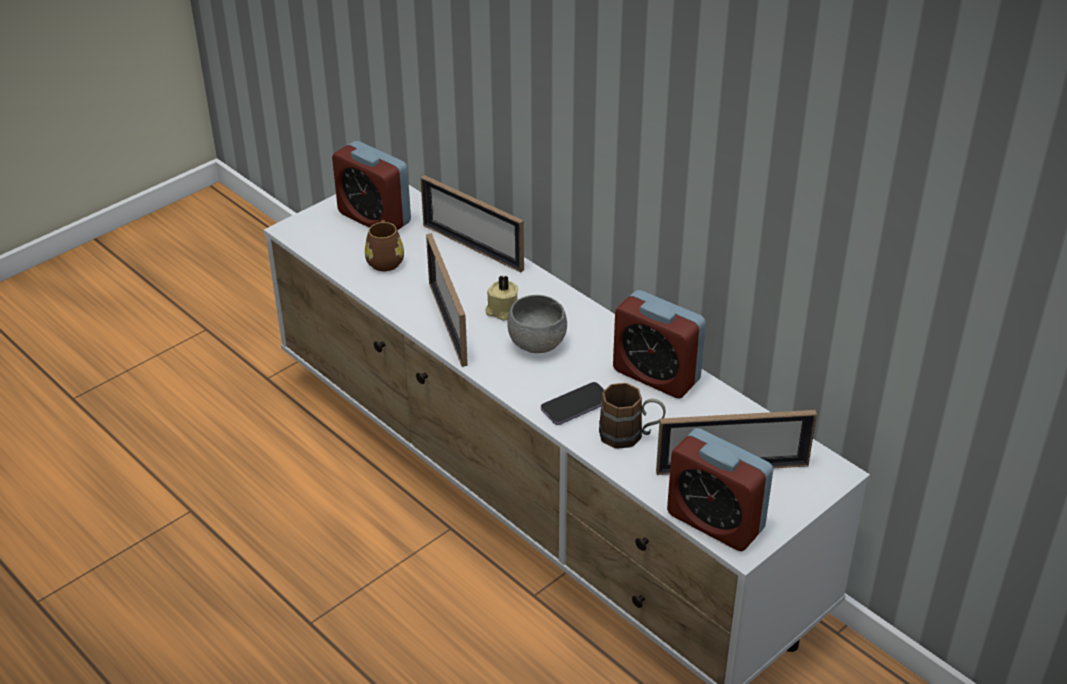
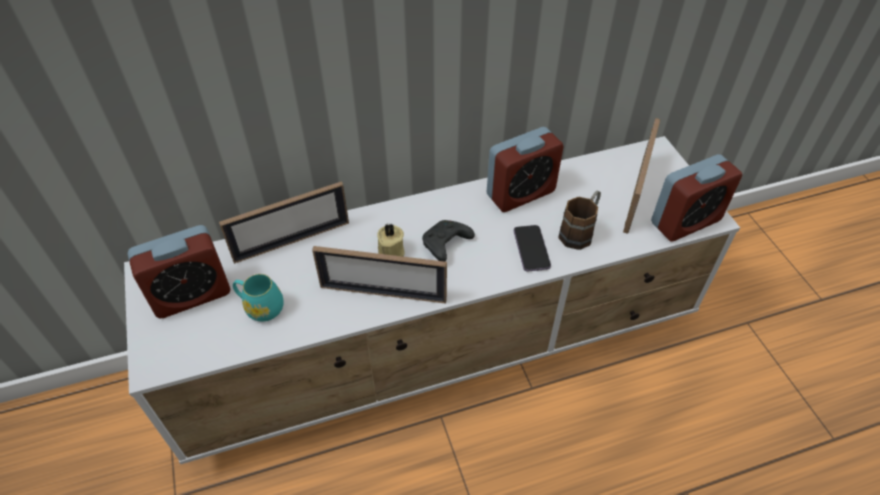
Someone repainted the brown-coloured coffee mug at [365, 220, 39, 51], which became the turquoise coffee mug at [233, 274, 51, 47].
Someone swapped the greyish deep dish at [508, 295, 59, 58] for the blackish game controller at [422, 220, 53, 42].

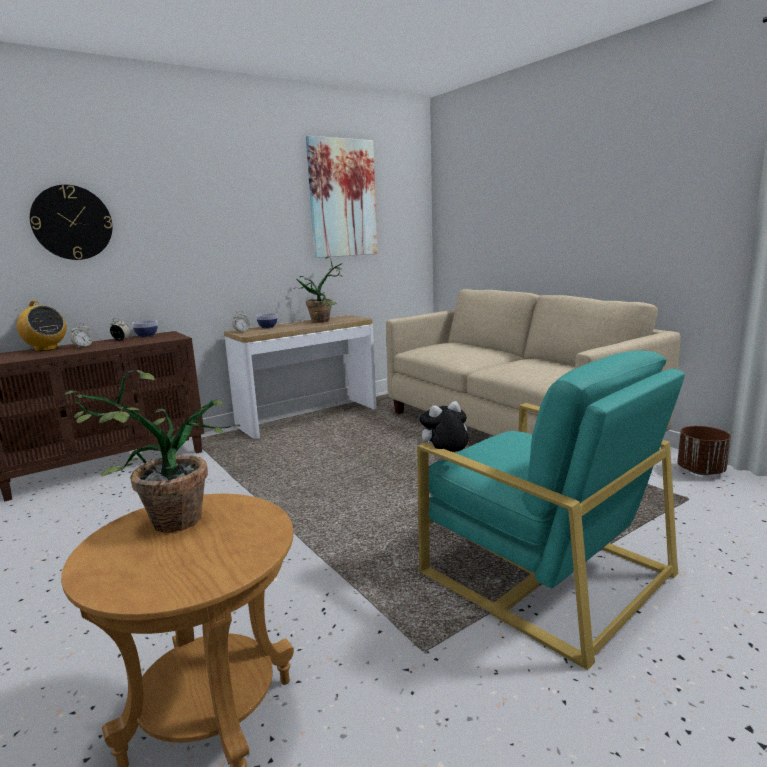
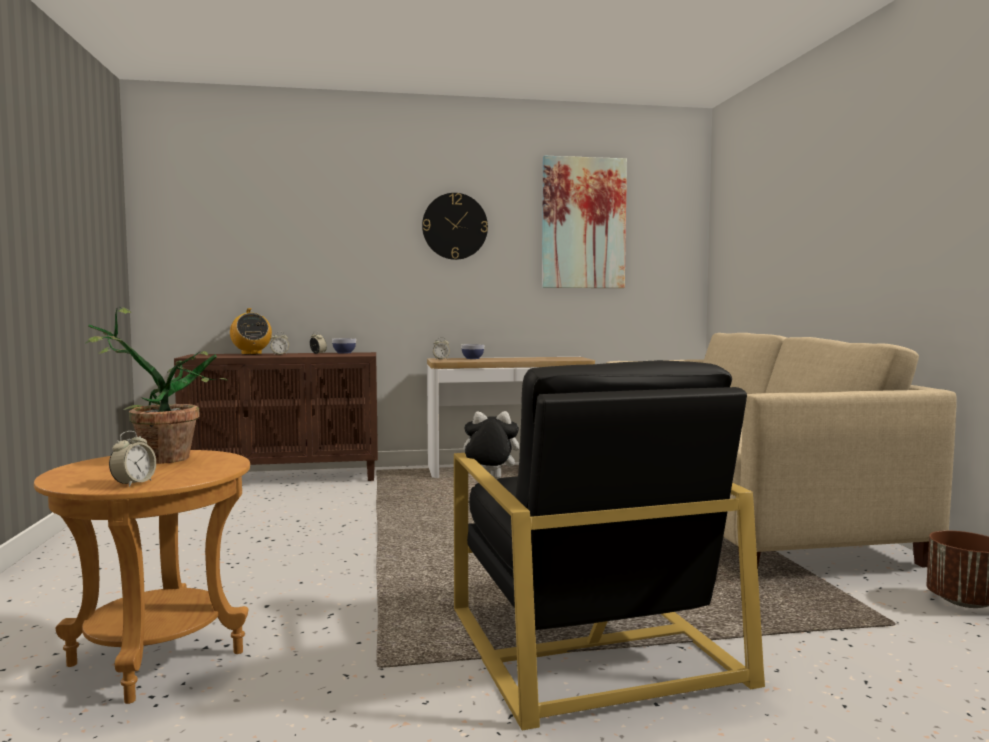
Someone put down the bedside clock at [109, 431, 47, 56].
Someone carried the wall clock from [30, 185, 82, 75] to [422, 193, 66, 67].
Someone repainted the turquoise lounge chair at [417, 351, 268, 319], which became the blackish lounge chair at [454, 360, 311, 370].
Someone took away the plant in a pot at [293, 256, 50, 67].

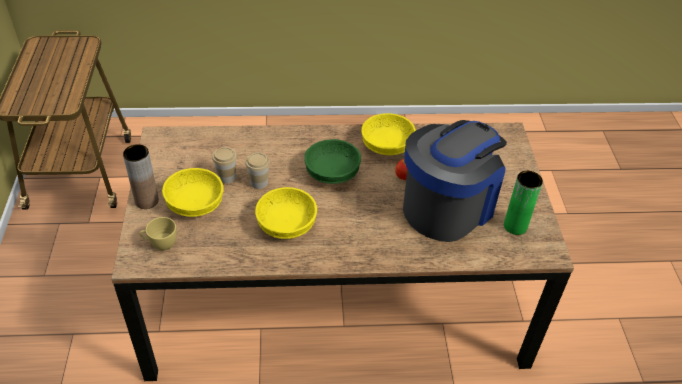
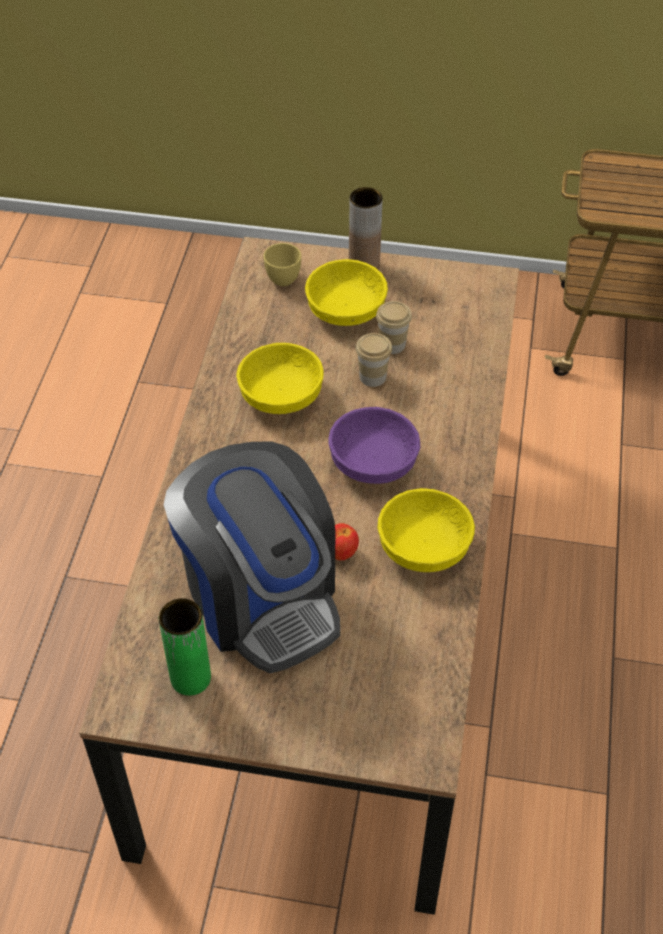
Someone repainted the greenish deep dish at [304, 139, 57, 45], which became the purple deep dish at [328, 407, 92, 77].

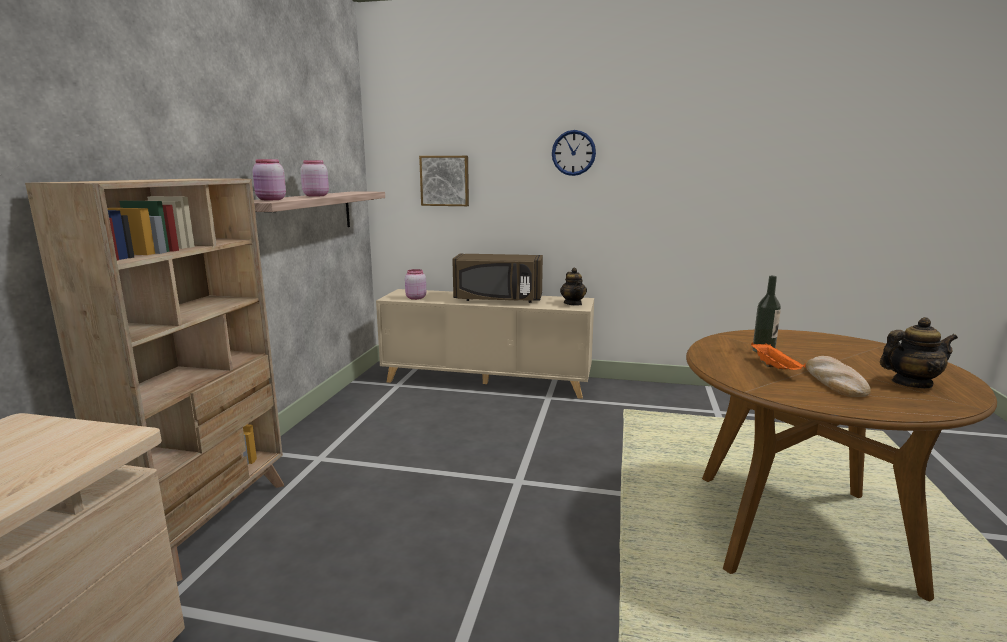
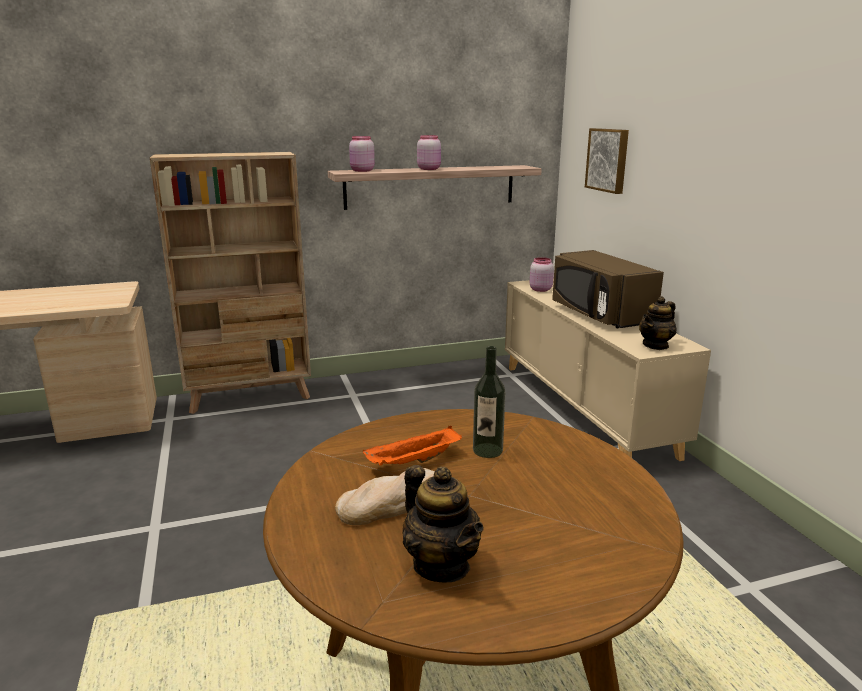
Someone took away the wall clock at [552, 130, 44, 46].

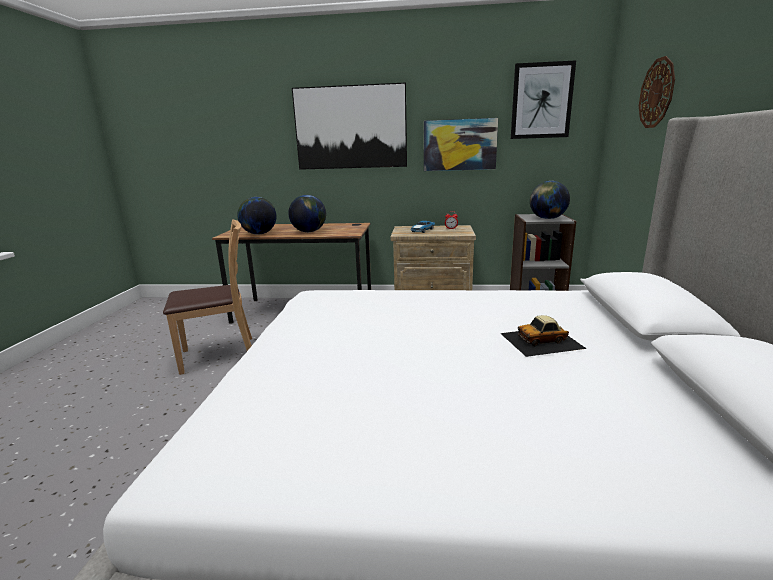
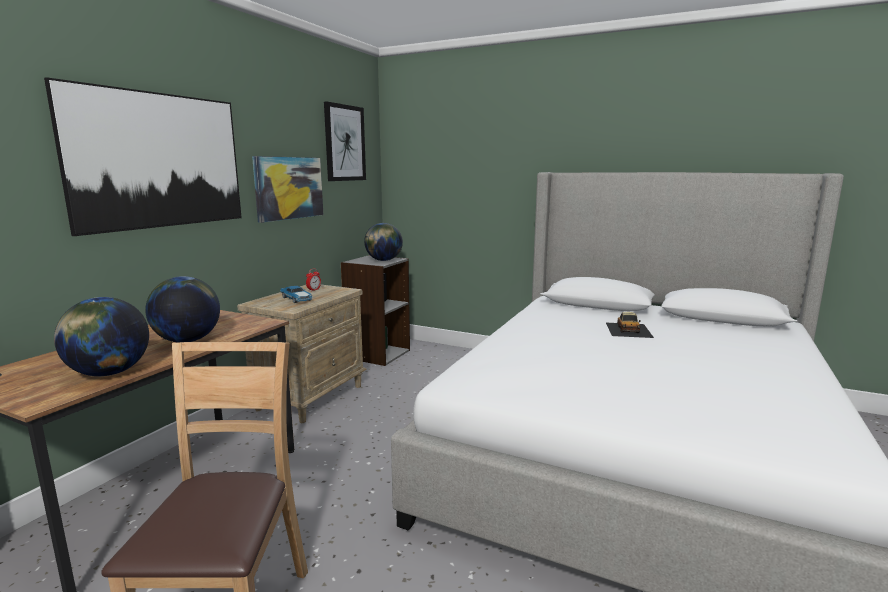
Someone took away the wall clock at [639, 56, 36, 72].

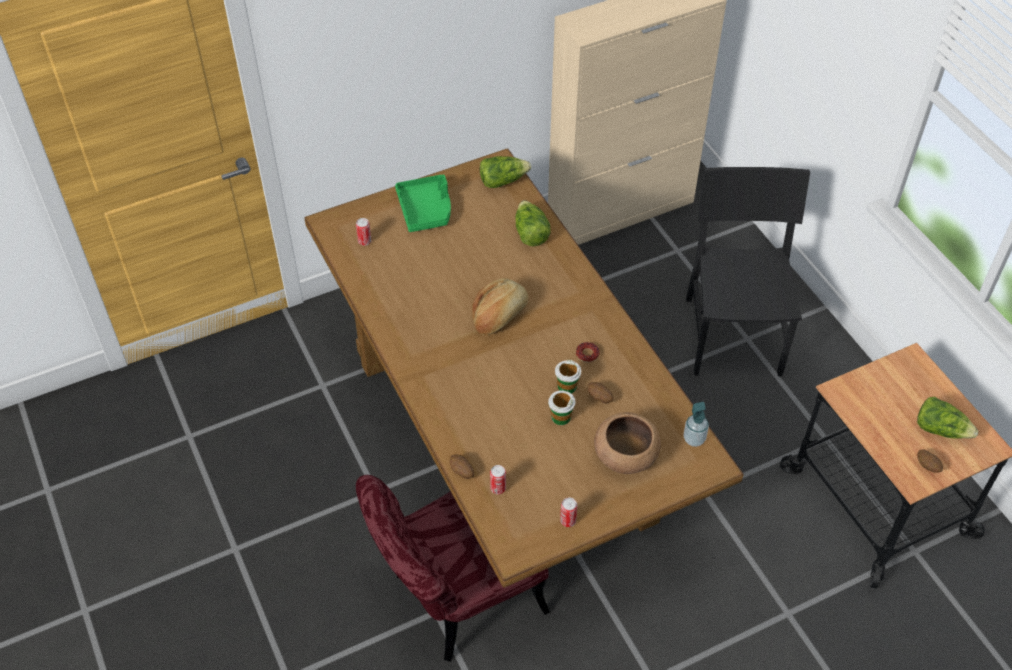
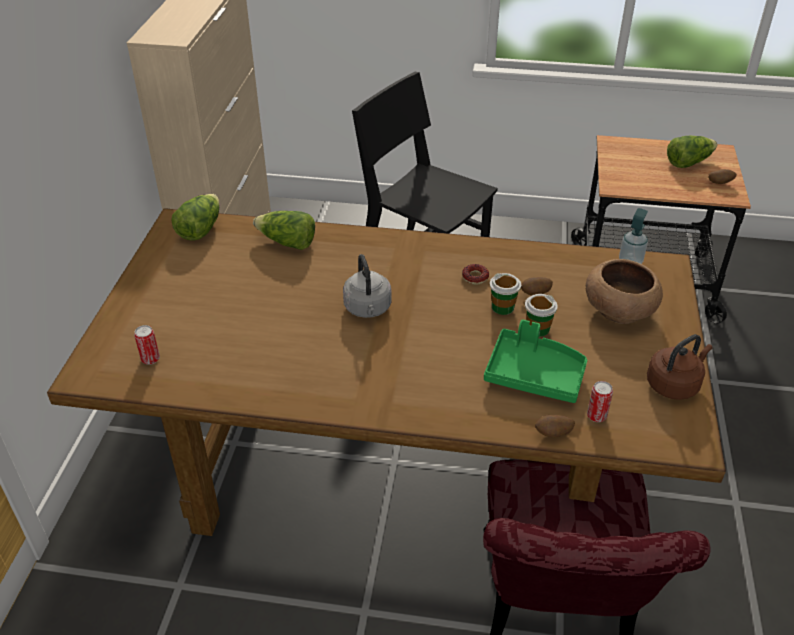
Someone swapped the bakery bread at [472, 278, 56, 57] for the greyish kettle at [343, 254, 49, 64].
Someone carried the greenish serving tray from [395, 175, 56, 57] to [484, 320, 103, 83].
Someone swapped the metal can at [560, 497, 17, 30] for the brown-coloured kettle at [647, 334, 66, 66].

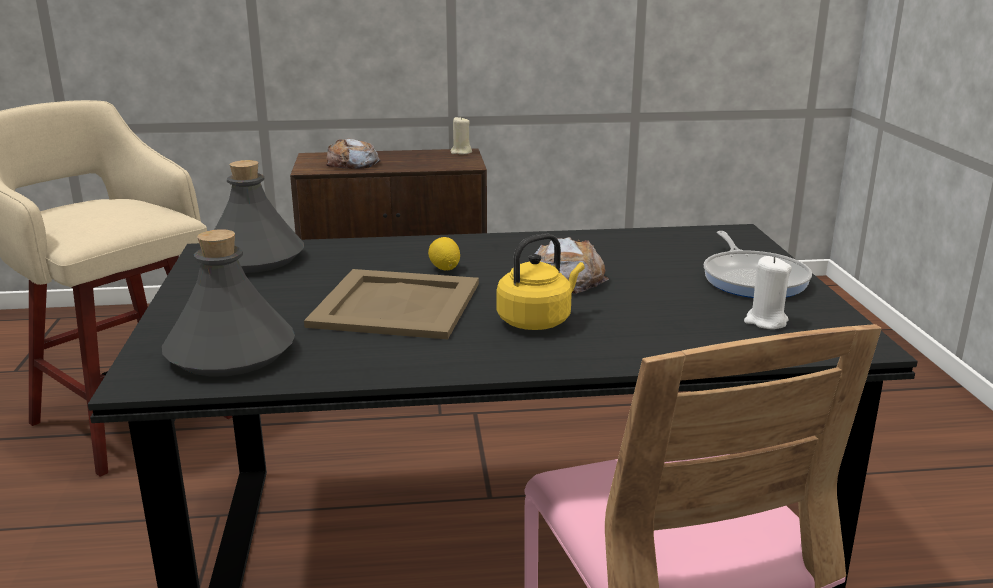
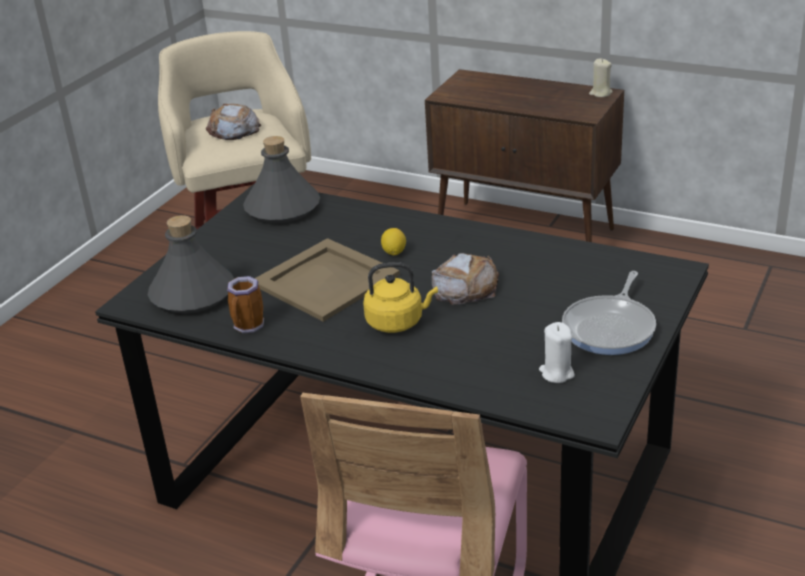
Someone carried the bakery bread from [326, 138, 55, 31] to [206, 103, 55, 37].
Someone put down the coffee mug at [227, 276, 37, 57].

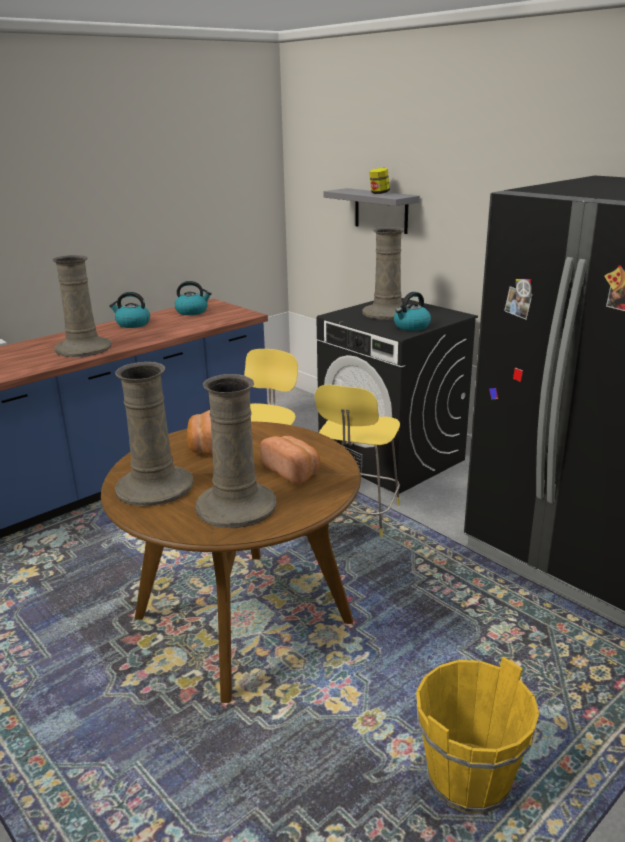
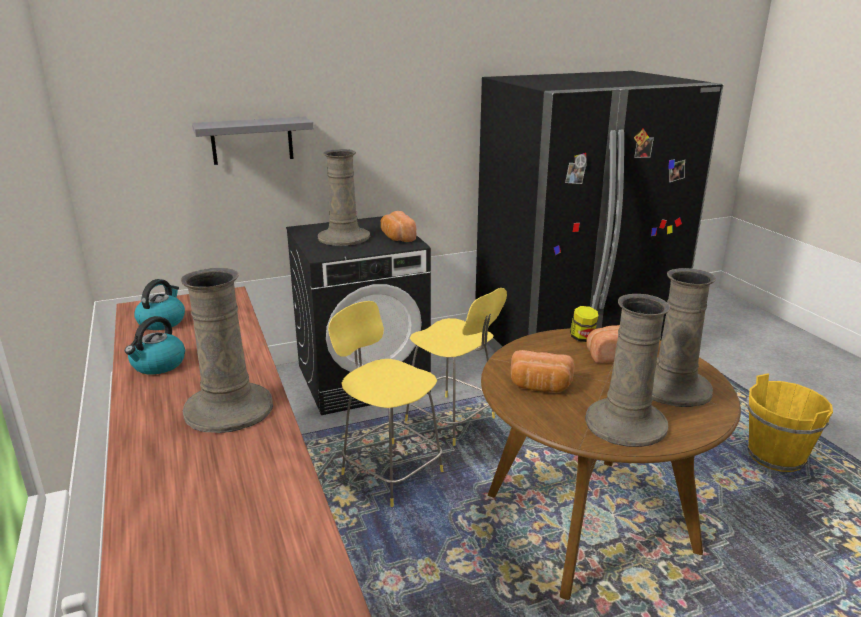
Someone swapped the kettle at [394, 292, 37, 39] for the bakery bread at [381, 211, 35, 31].
Someone carried the jar from [369, 168, 21, 26] to [570, 306, 29, 36].

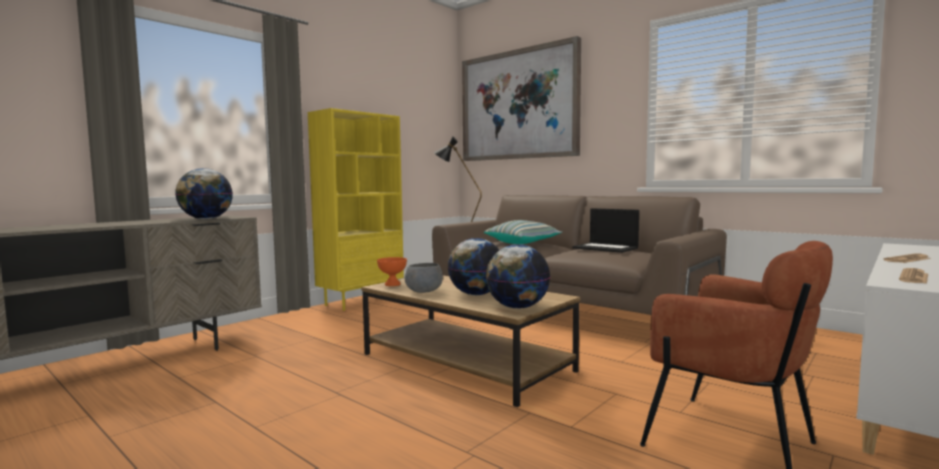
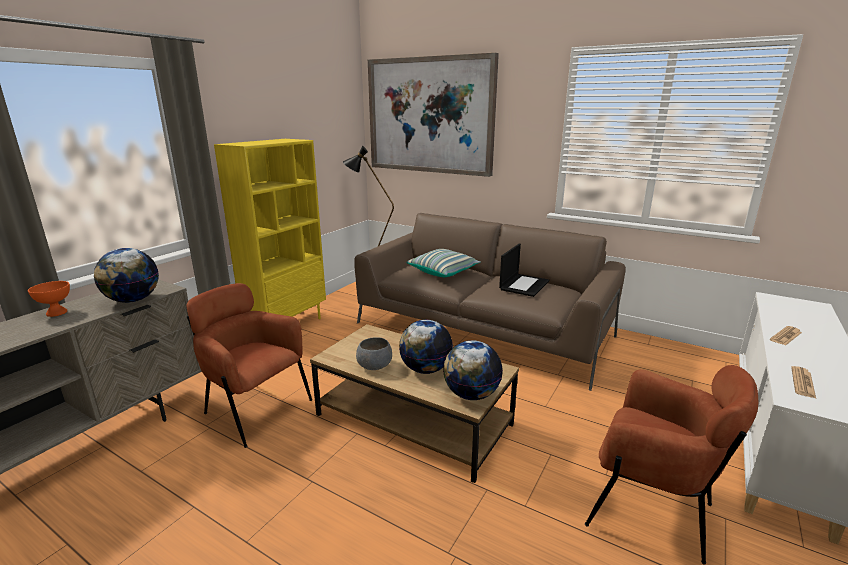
Someone carried the orange-coloured deep dish from [377, 257, 30, 29] to [28, 281, 42, 36].
Someone put down the brown-coloured lounge chair at [186, 283, 126, 165].
Someone rotated the notebook computer at [572, 208, 67, 45] by 90 degrees counterclockwise.

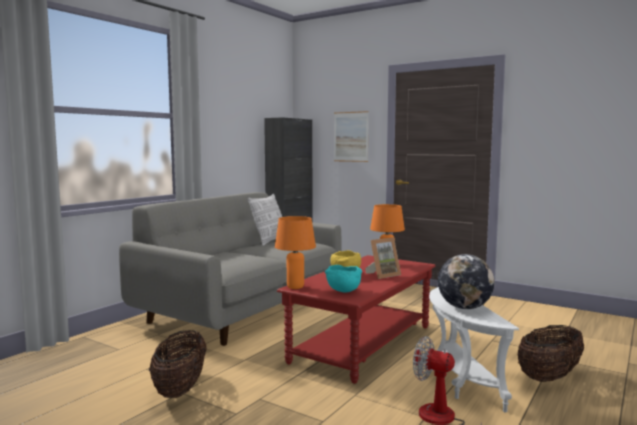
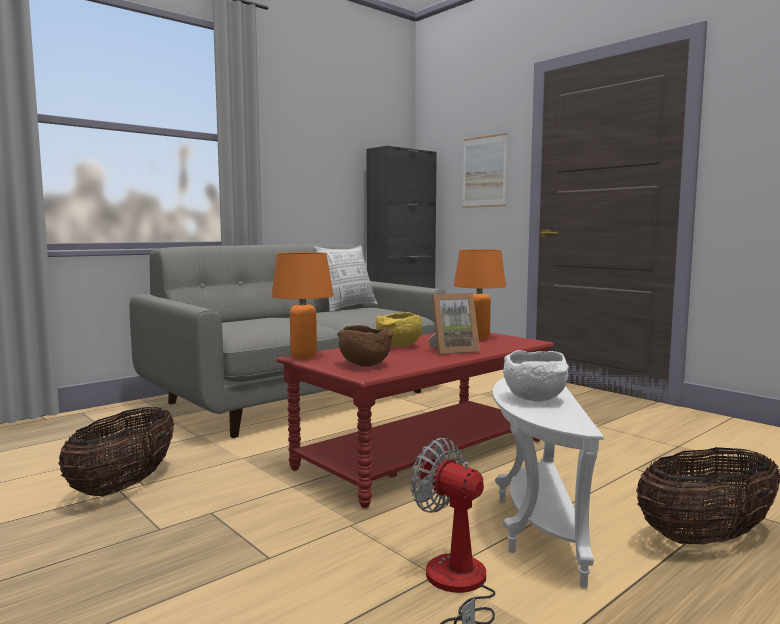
Someone repainted the turquoise deep dish at [325, 265, 37, 28], which became the brown-coloured deep dish at [337, 325, 56, 42].
Someone swapped the world globe at [438, 254, 56, 55] for the white deep dish at [503, 350, 66, 51].

